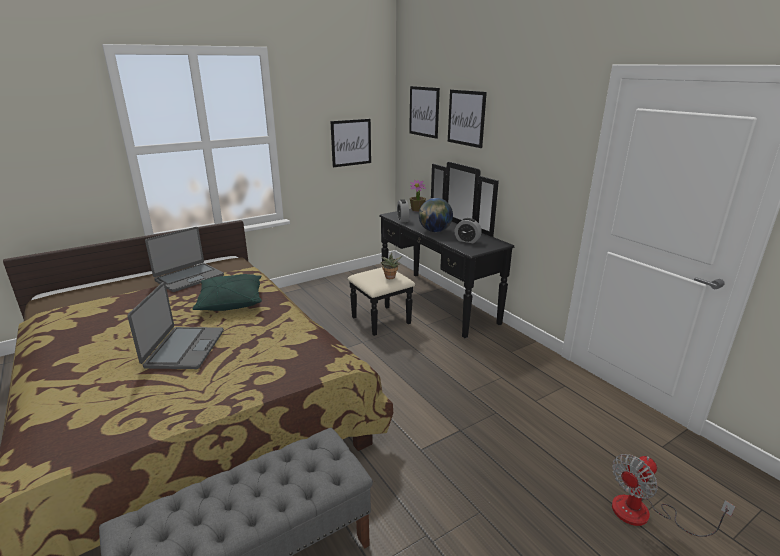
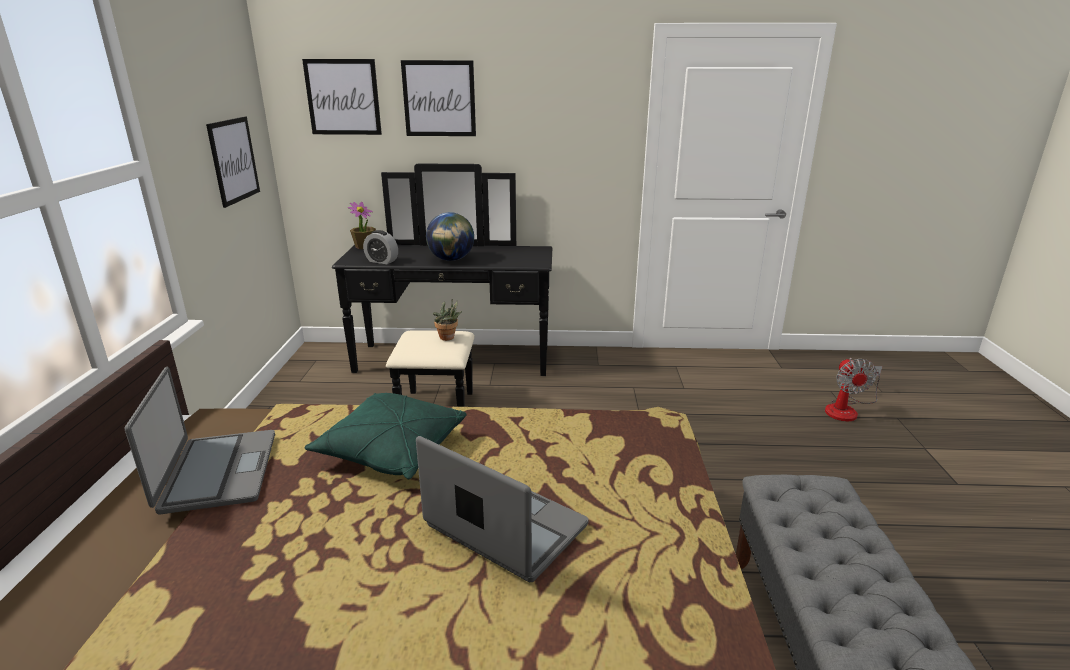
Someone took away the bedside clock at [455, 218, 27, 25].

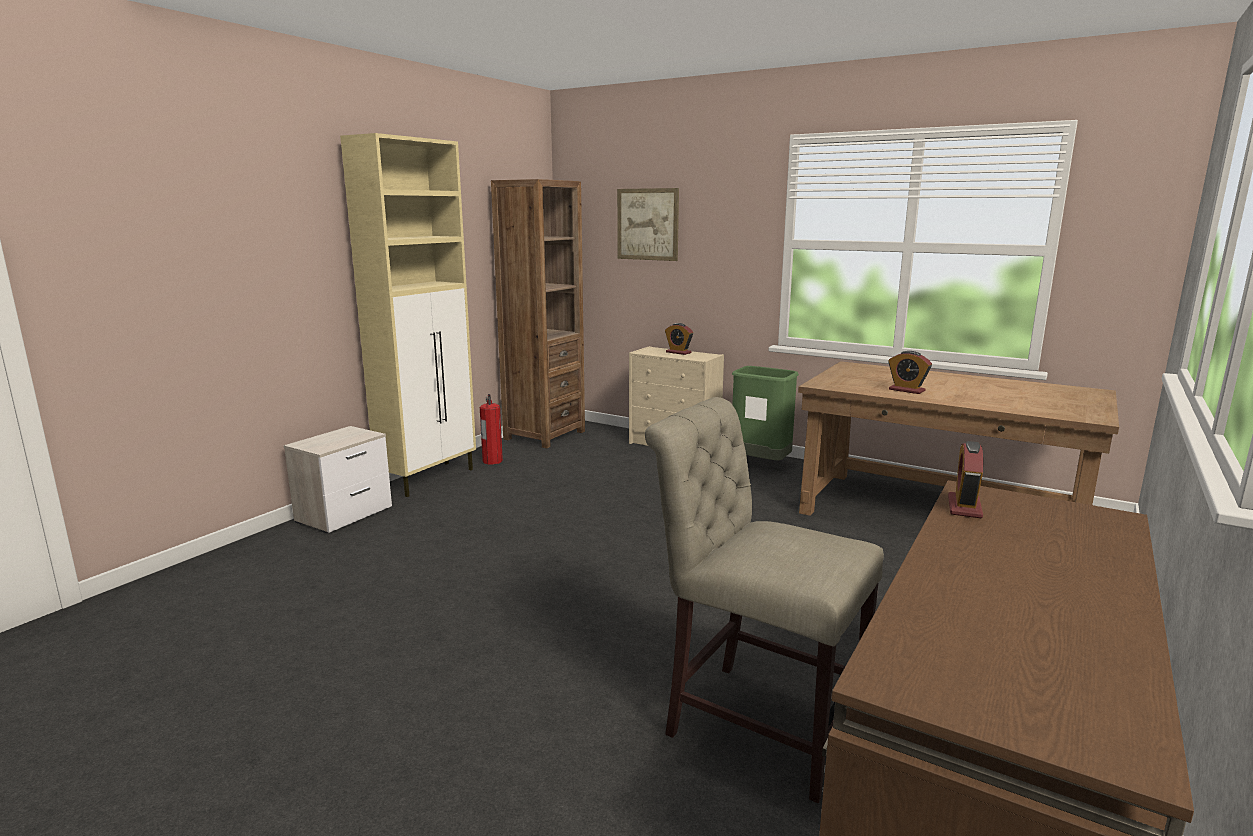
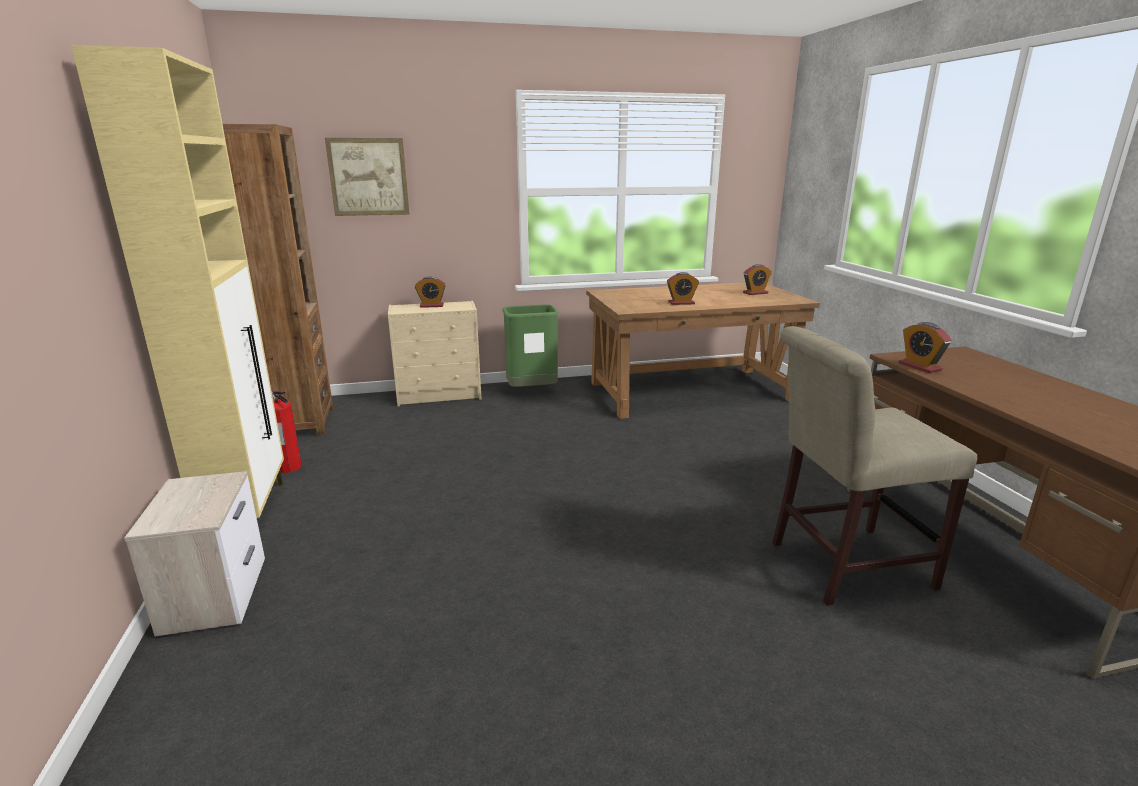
Someone put down the bedside clock at [743, 264, 29, 31].

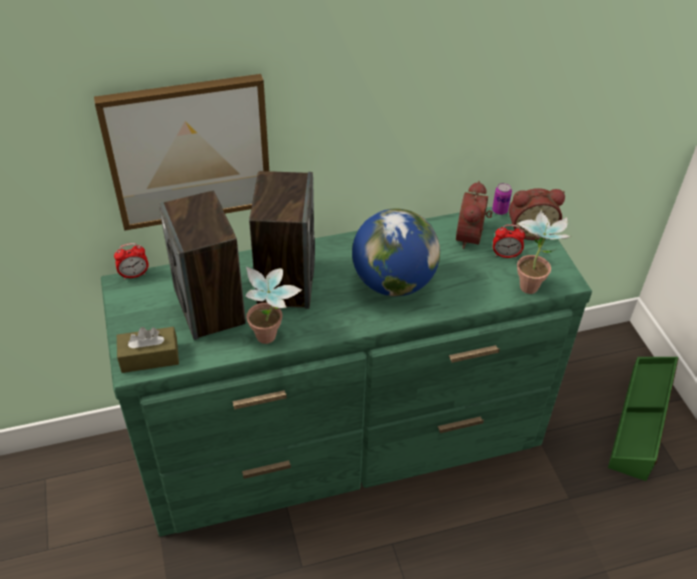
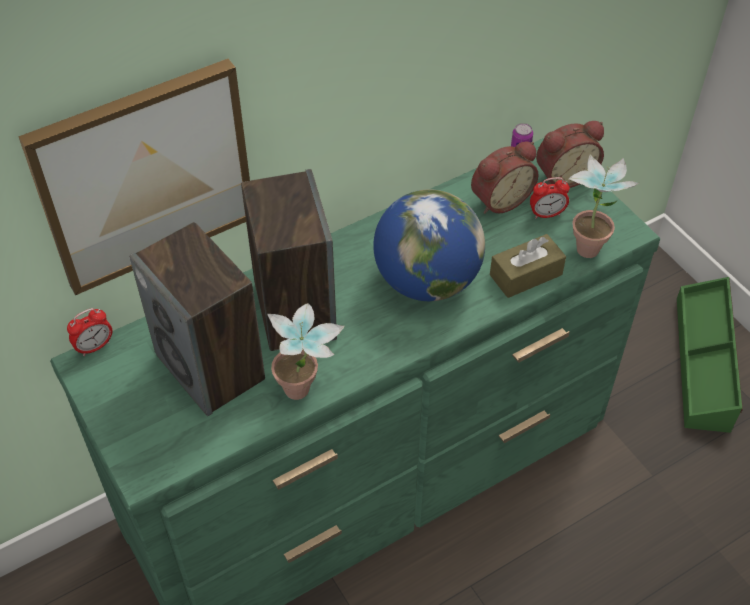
Someone rotated the bedside clock at [456, 181, 37, 68] by 120 degrees counterclockwise.
Someone carried the brown-coloured box of tissues from [117, 327, 62, 46] to [490, 234, 76, 64].

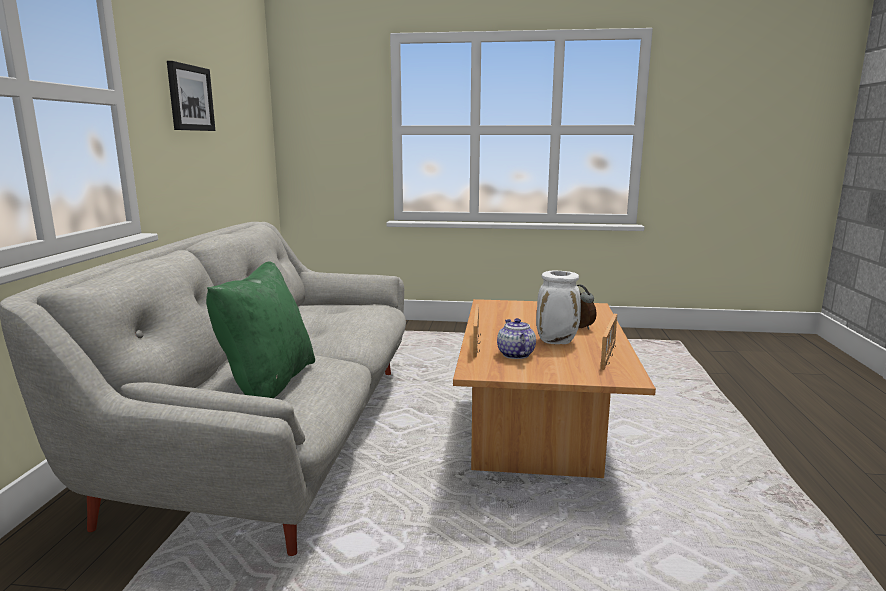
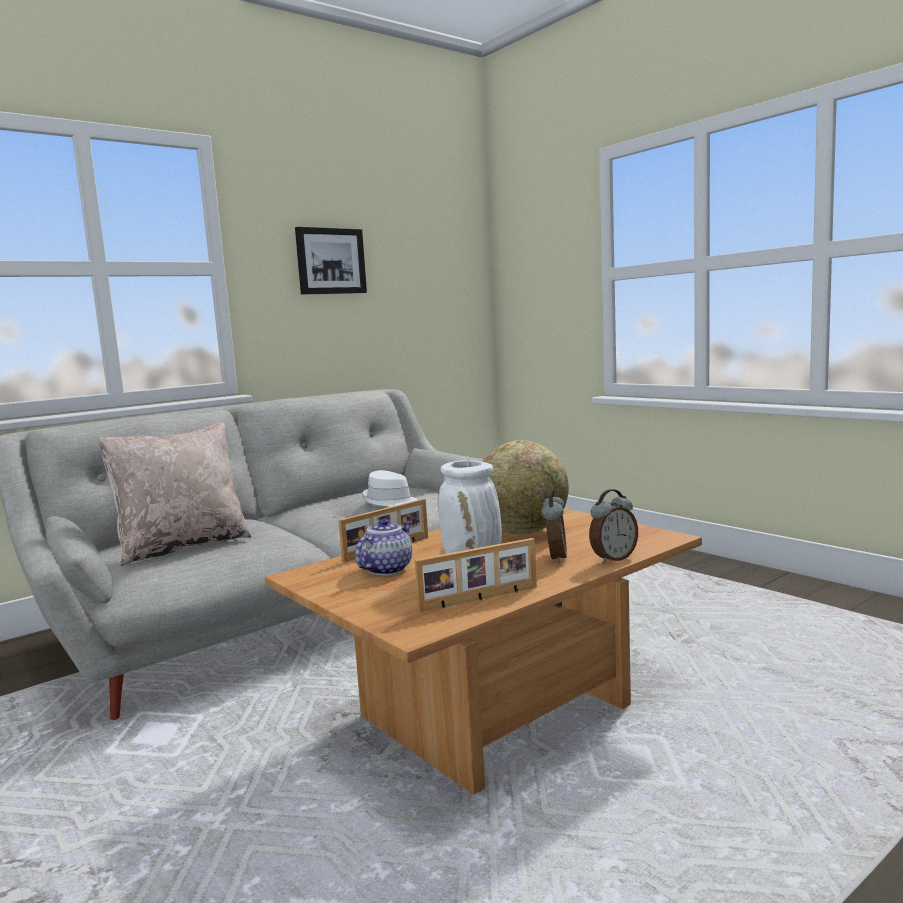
Someone repainted the greenish pillow at [206, 262, 109, 136], which became the beige pillow at [97, 423, 155, 143].
Someone put down the white hat at [362, 470, 56, 37].
Someone put down the world globe at [482, 440, 87, 95].
Someone put down the bedside clock at [589, 489, 49, 75].

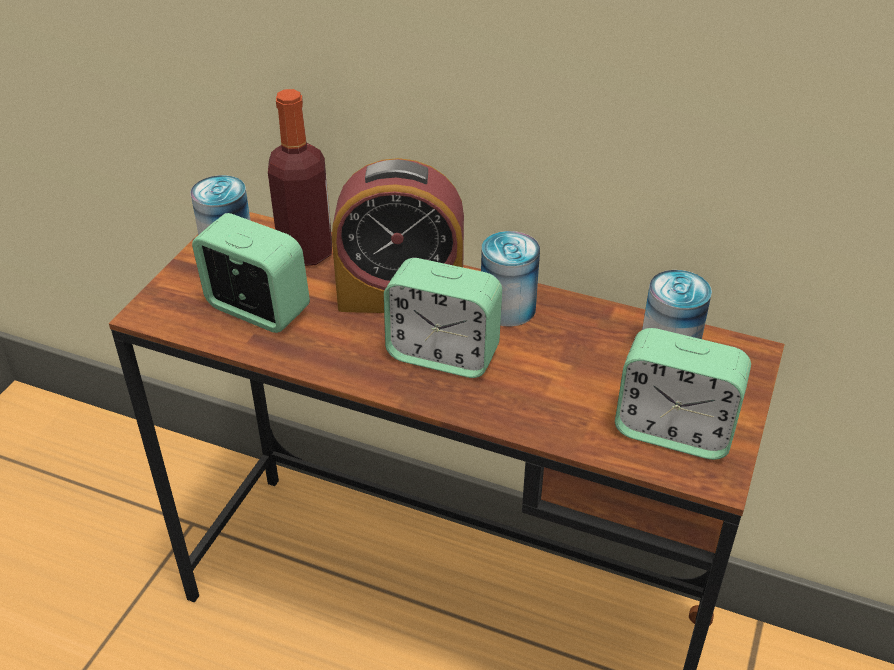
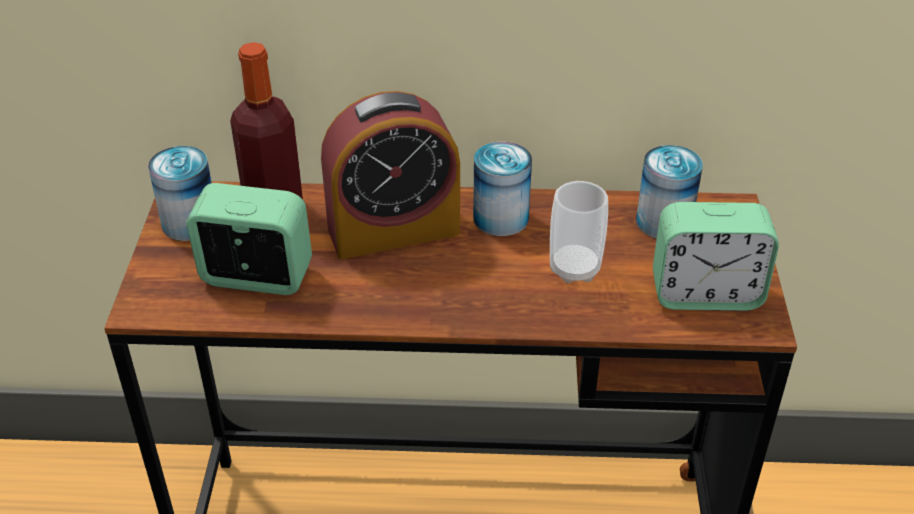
Someone put down the drinking cup at [550, 181, 58, 102].
Someone took away the bedside clock at [384, 258, 118, 120].

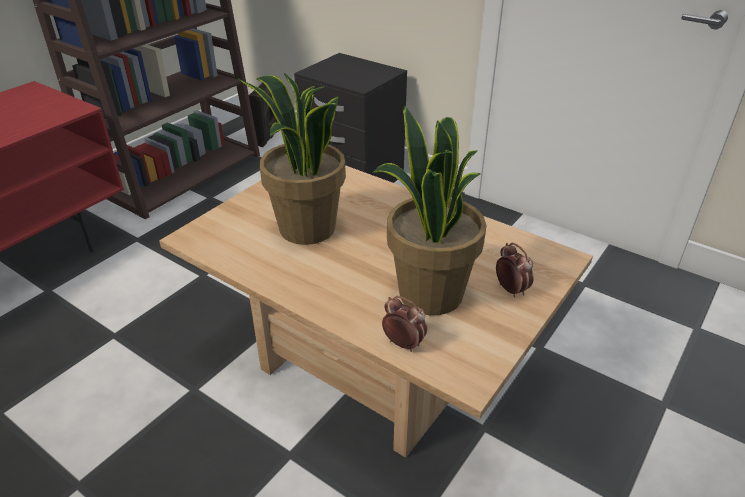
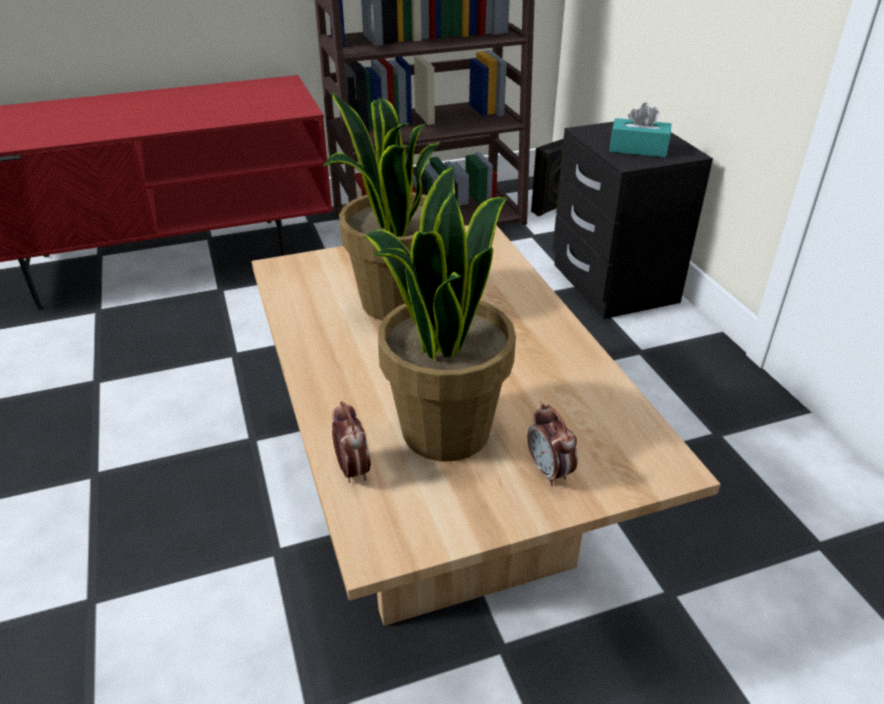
Someone rotated the bedside clock at [496, 243, 38, 55] by 150 degrees clockwise.
Someone put down the turquoise box of tissues at [609, 103, 62, 55].

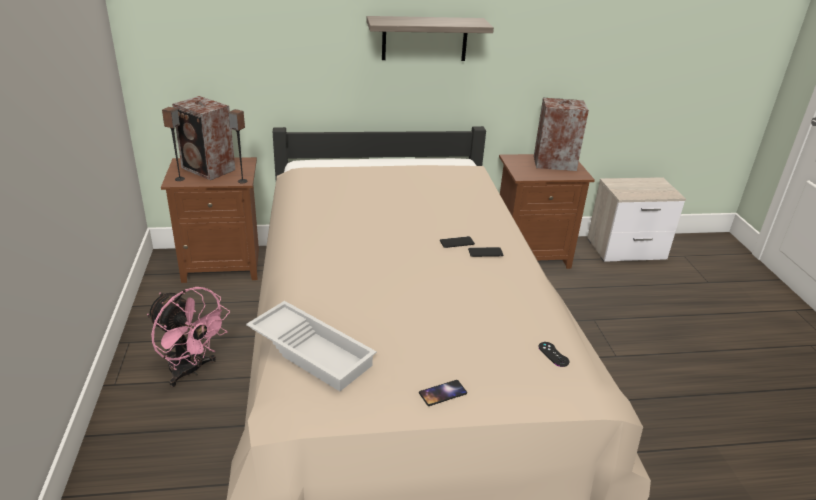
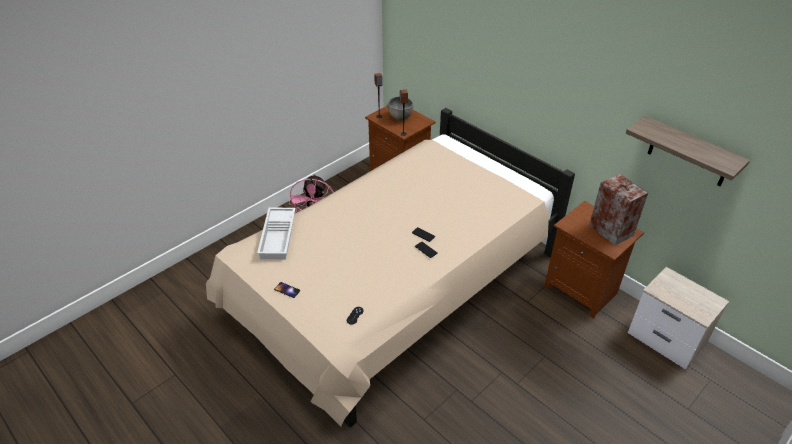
Someone swapped the audio speaker at [172, 96, 63, 84] for the greyish deep dish at [388, 96, 25, 25].
Someone carried the bracket shelf from [366, 16, 128, 45] to [626, 116, 124, 70].

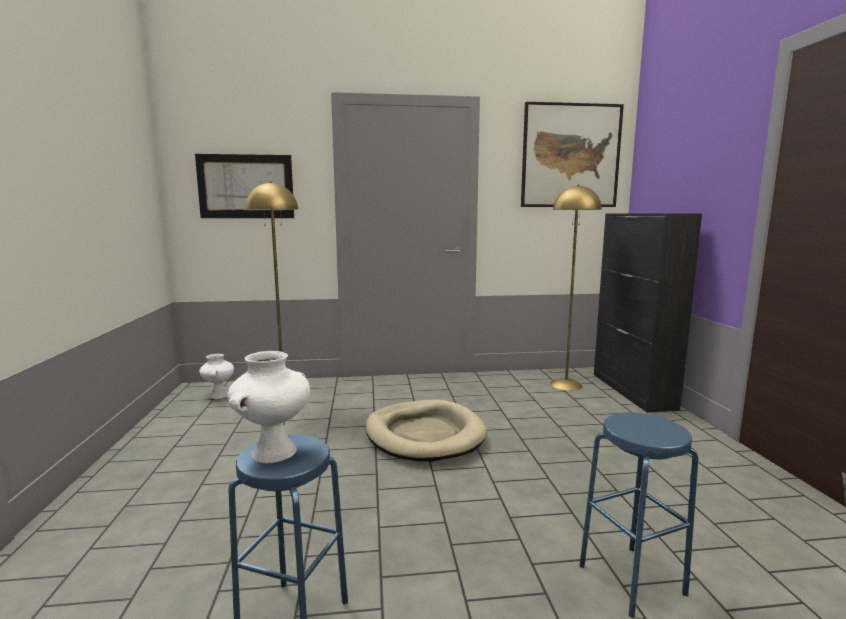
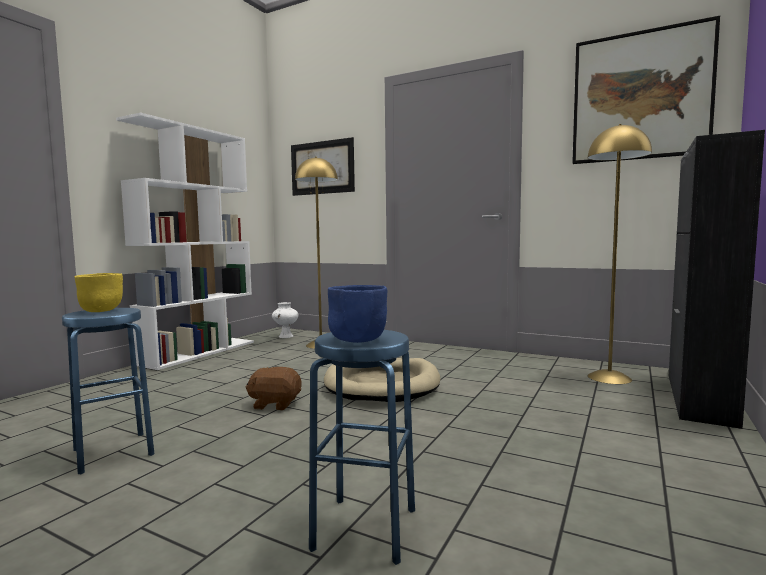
Someone swapped the white vase at [227, 351, 83, 112] for the yellow deep dish at [75, 273, 48, 39].
Someone put down the white shelving unit at [116, 113, 138, 257].
Someone put down the brown-coloured cuddly toy at [246, 367, 56, 43].
Someone put down the bluish deep dish at [328, 285, 59, 58].

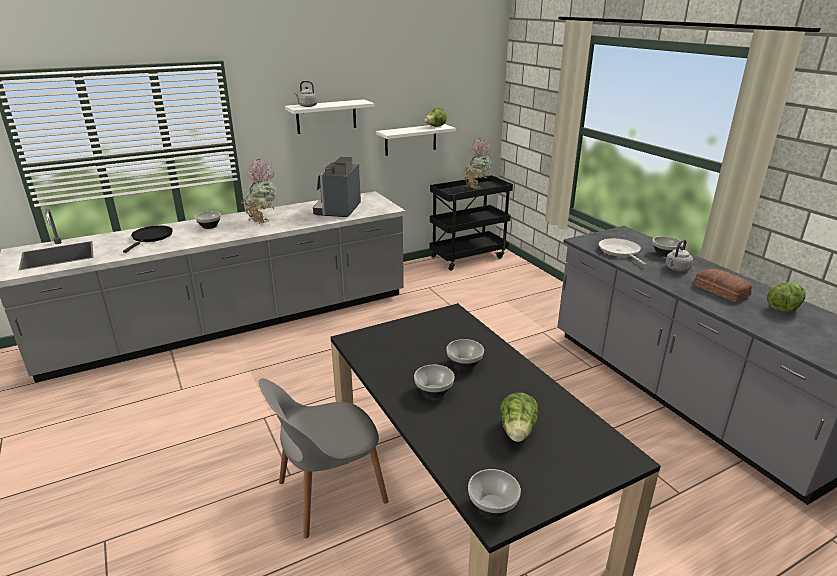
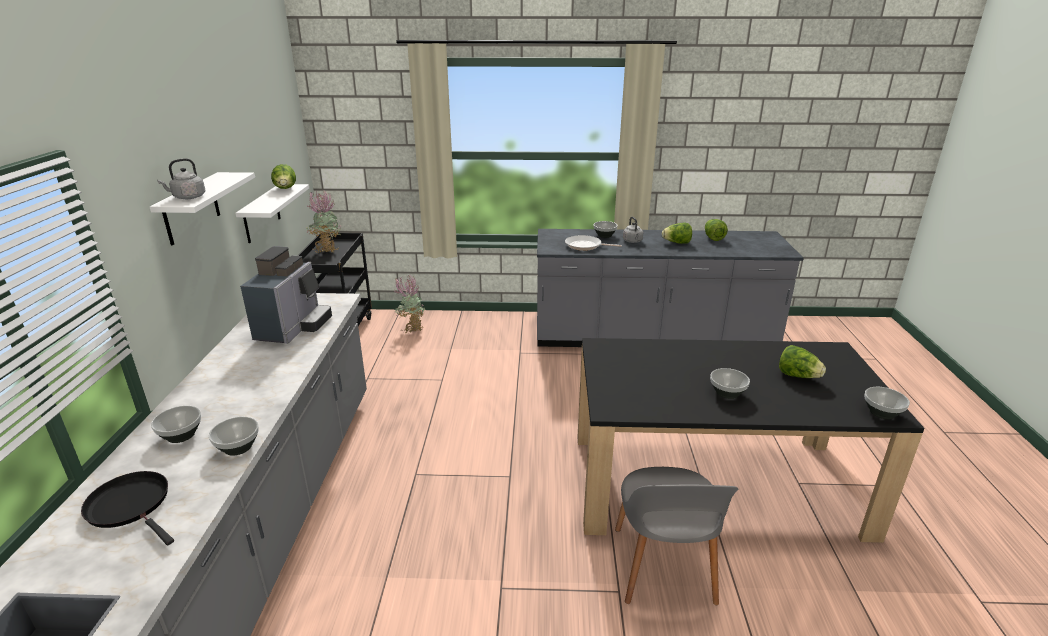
Someone carried the deep dish from [446, 339, 38, 31] to [208, 417, 51, 39].
Someone rotated the coffee machine at [313, 157, 48, 60] by 120 degrees counterclockwise.
Someone carried the plant in a pot from [240, 159, 37, 65] to [394, 274, 32, 59].
Someone swapped the bakery bread at [694, 268, 58, 34] for the lettuce head at [662, 223, 30, 21].

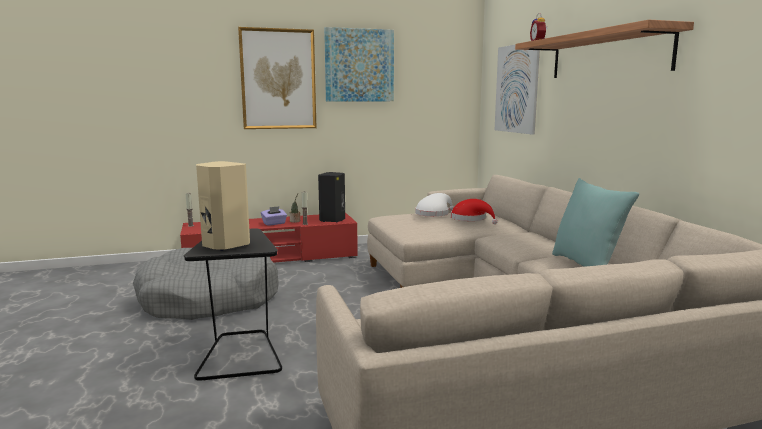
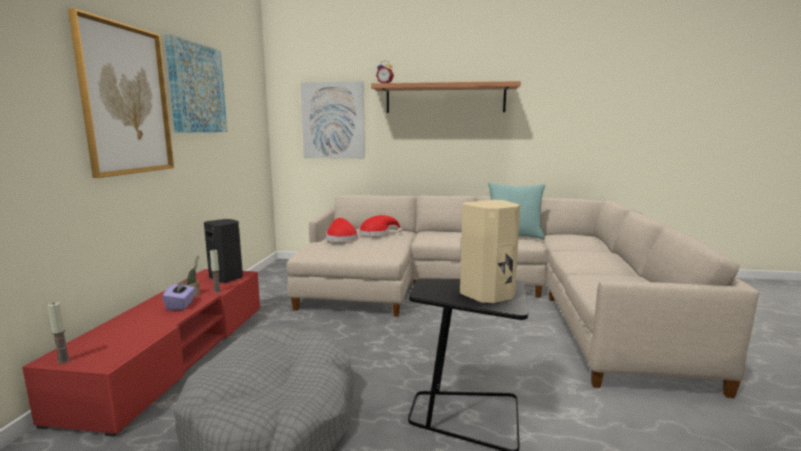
Someone repainted the white hat at [415, 193, 39, 24], which became the red hat at [326, 218, 32, 24].

